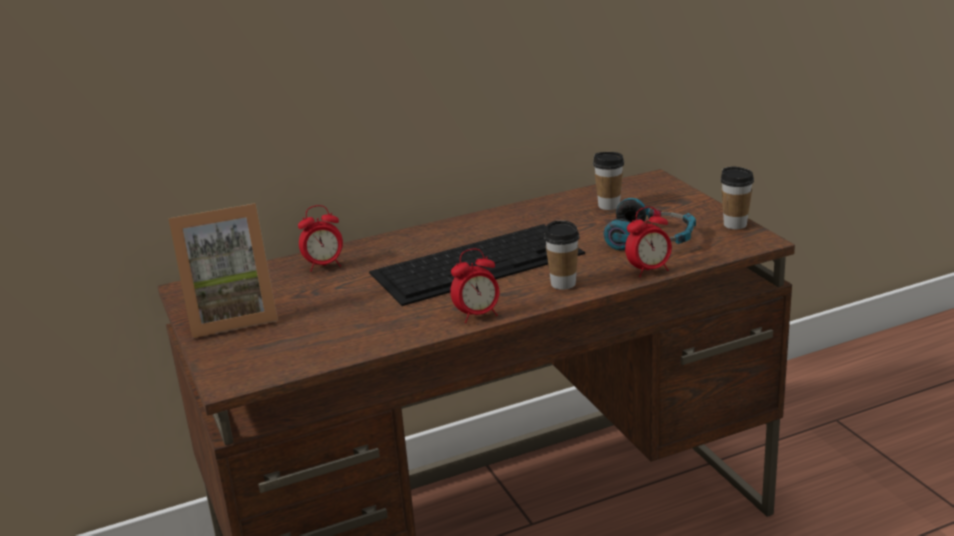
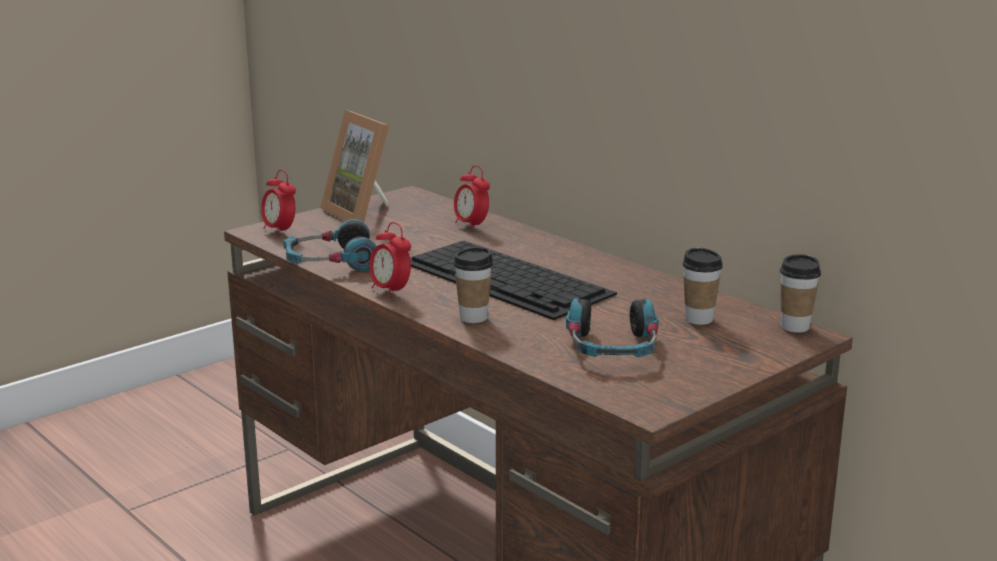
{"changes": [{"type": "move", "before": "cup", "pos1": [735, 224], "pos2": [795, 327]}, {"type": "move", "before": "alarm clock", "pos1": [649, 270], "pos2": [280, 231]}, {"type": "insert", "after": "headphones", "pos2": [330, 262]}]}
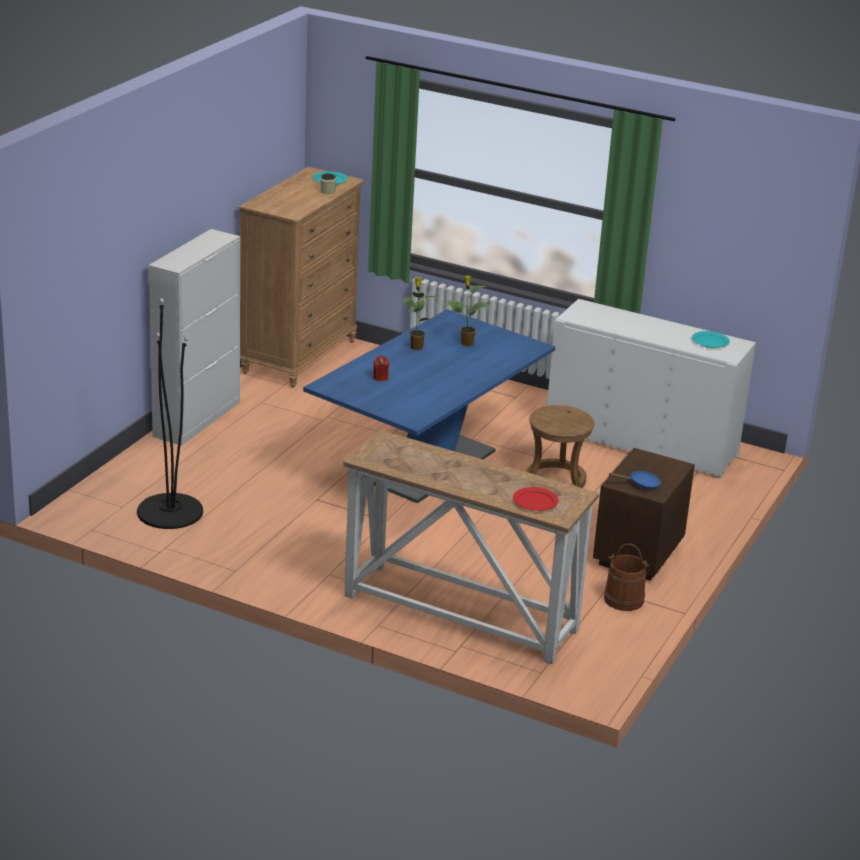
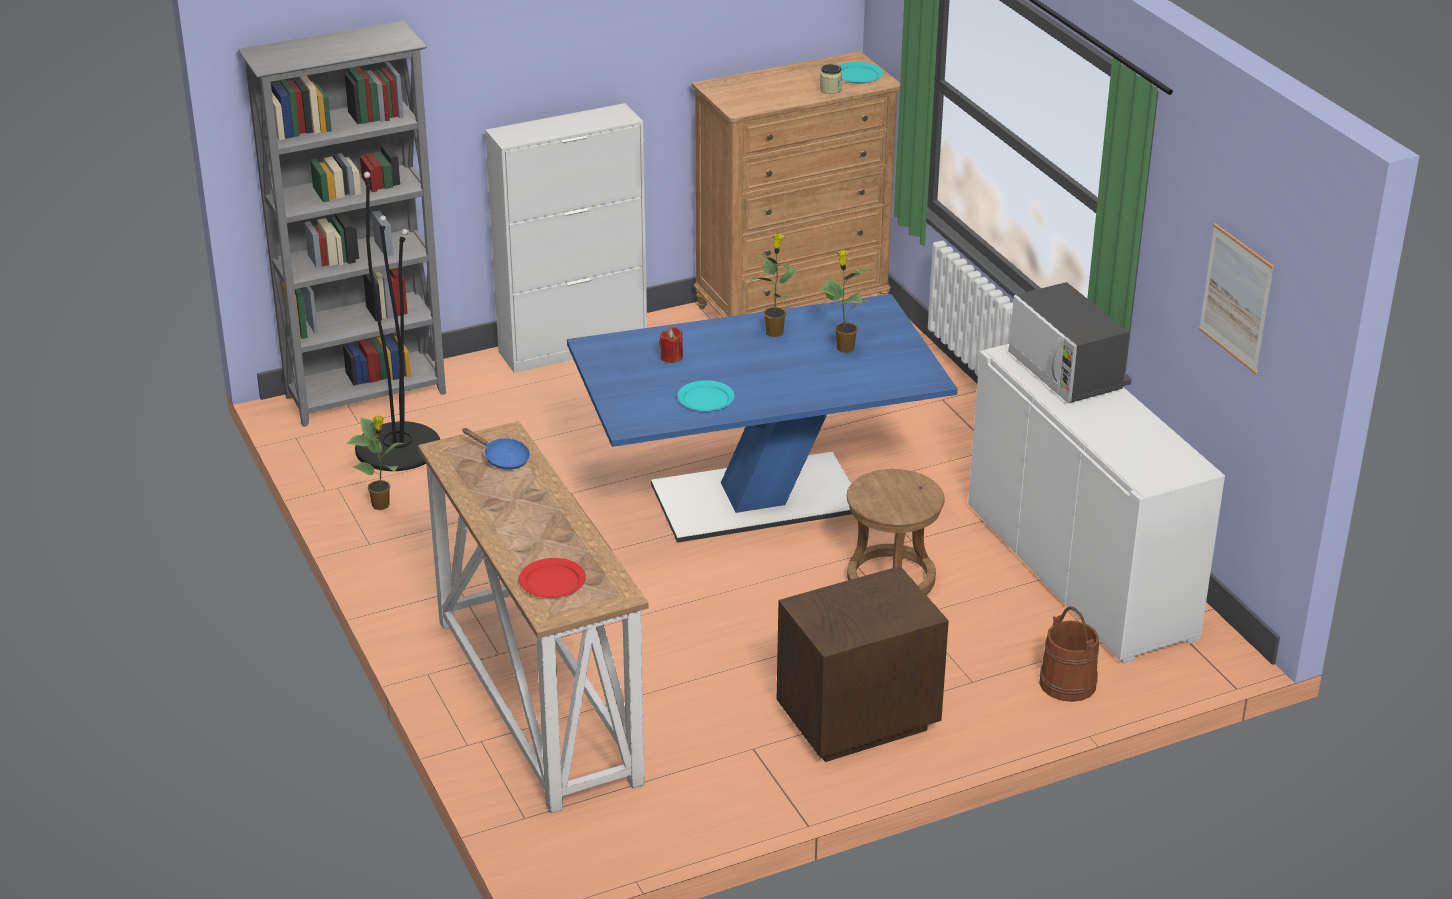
{"changes": [{"type": "move", "before": "turquoise plate", "pos1": [710, 341], "pos2": [705, 398]}, {"type": "move", "before": "blue frying pan", "pos1": [641, 484], "pos2": [502, 458]}, {"type": "move", "before": "brown bucket", "pos1": [623, 599], "pos2": [1067, 683]}, {"type": "insert", "after": "grey bookcase", "pos2": [368, 395]}, {"type": "insert", "after": "picture", "pos2": [1236, 298]}, {"type": "insert", "after": "microwave", "pos2": [1065, 372]}, {"type": "insert", "after": "potted plant", "pos2": [382, 505]}]}
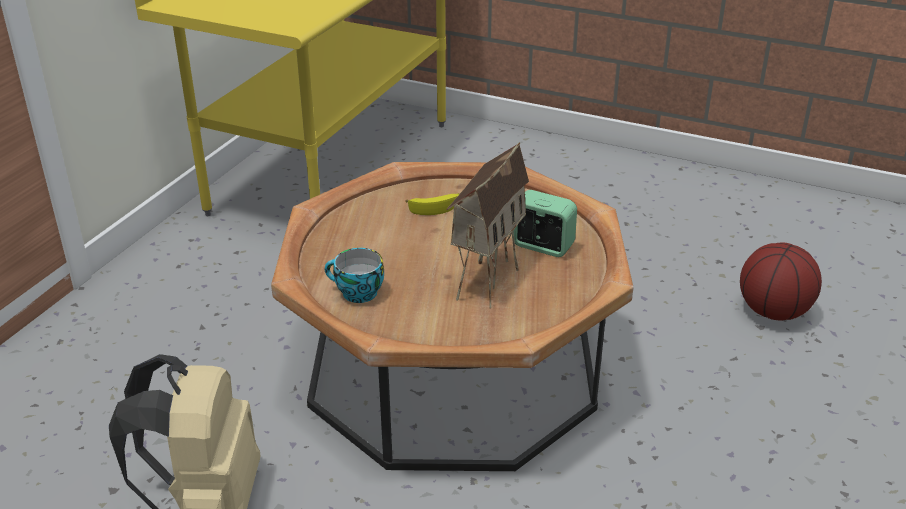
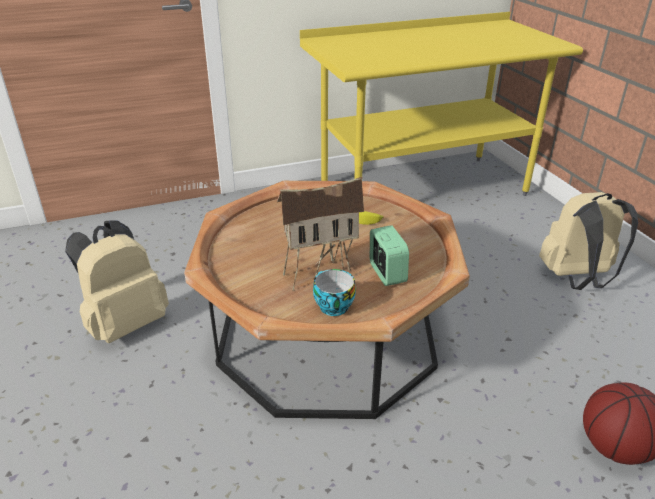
{"changes": [{"type": "move", "before": "cup", "pos1": [357, 293], "pos2": [331, 306]}, {"type": "insert", "after": "beige backpack", "pos2": [577, 279]}]}
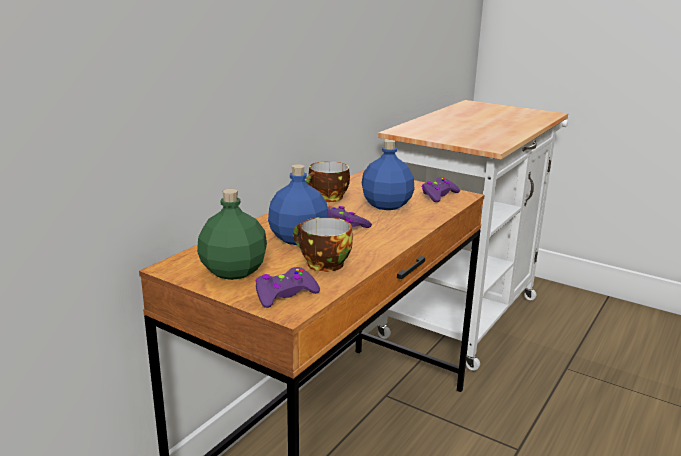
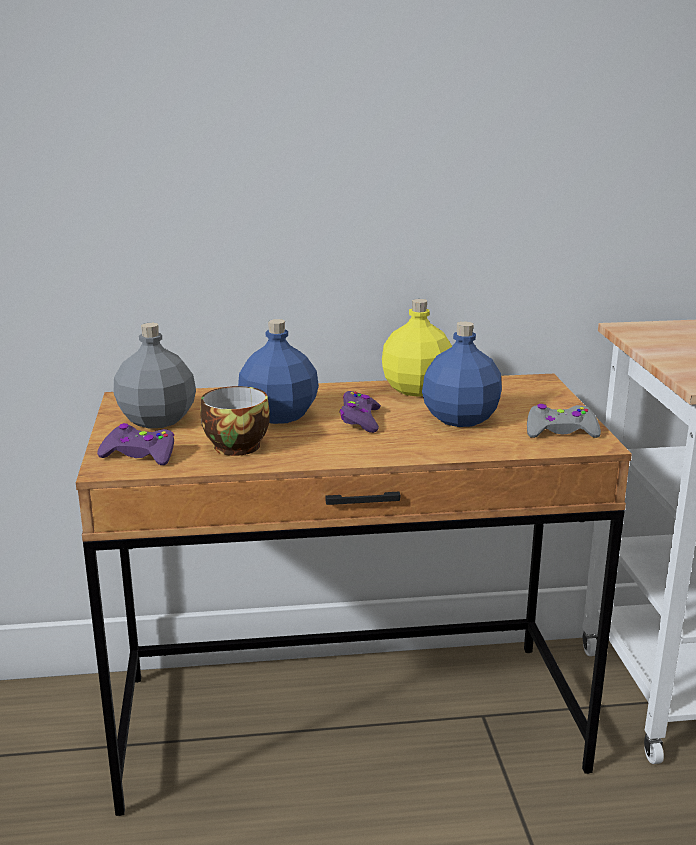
{"changes": [{"type": "replace", "before": "cup", "after": "yellow bottle", "pos1": [327, 198], "pos2": [416, 389]}, {"type": "recolor", "before": "purple game controller", "after": "grey game controller", "pos1": [439, 195], "pos2": [560, 431]}, {"type": "recolor", "before": "green bottle", "after": "grey bottle", "pos1": [234, 271], "pos2": [156, 420]}]}
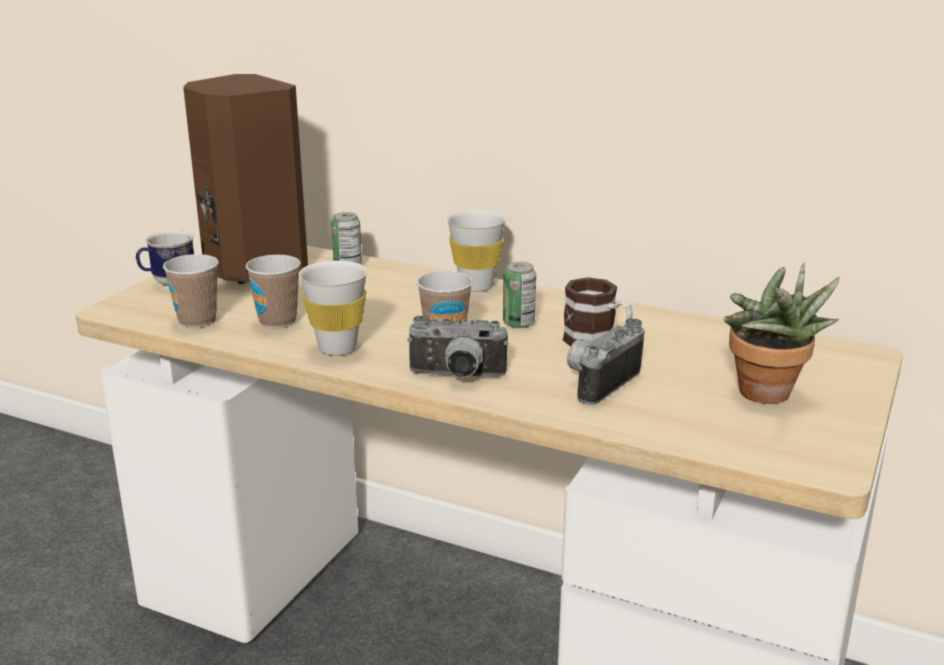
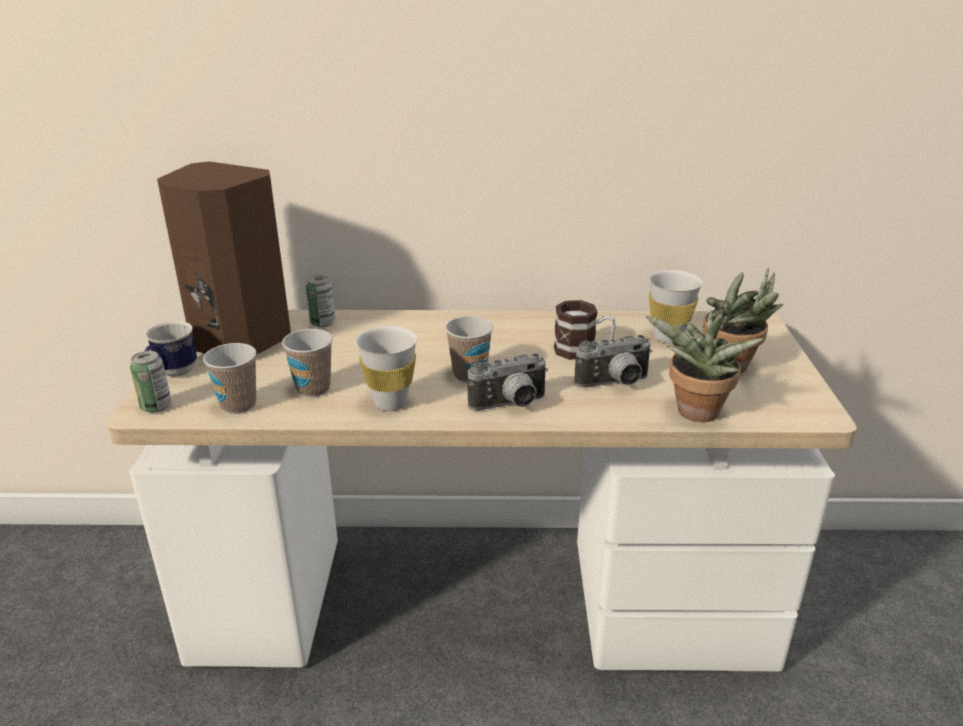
{"changes": [{"type": "move", "before": "white cup", "pos1": [476, 286], "pos2": [668, 337]}, {"type": "move", "before": "can", "pos1": [518, 323], "pos2": [156, 406]}, {"type": "rotate", "before": "photo camera", "pos1": [598, 382], "pos2": [615, 384], "turn": -120}, {"type": "insert", "after": "potted plant", "pos2": [695, 414]}]}
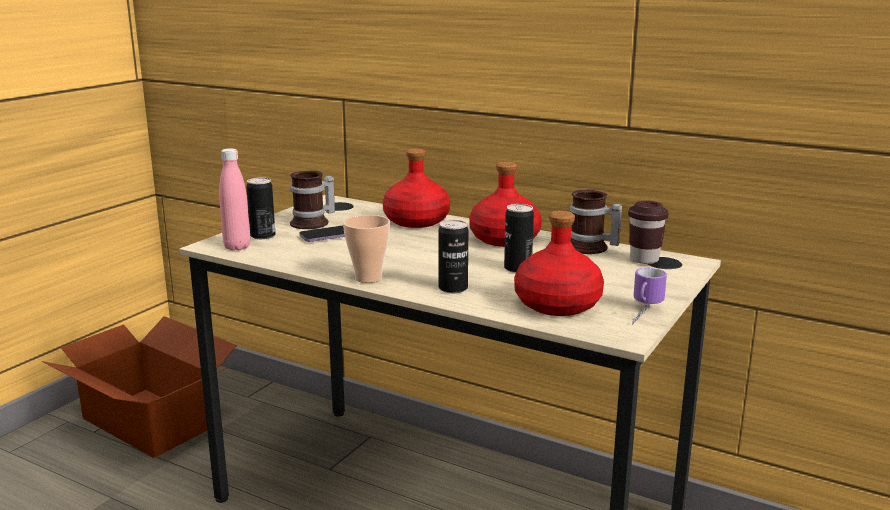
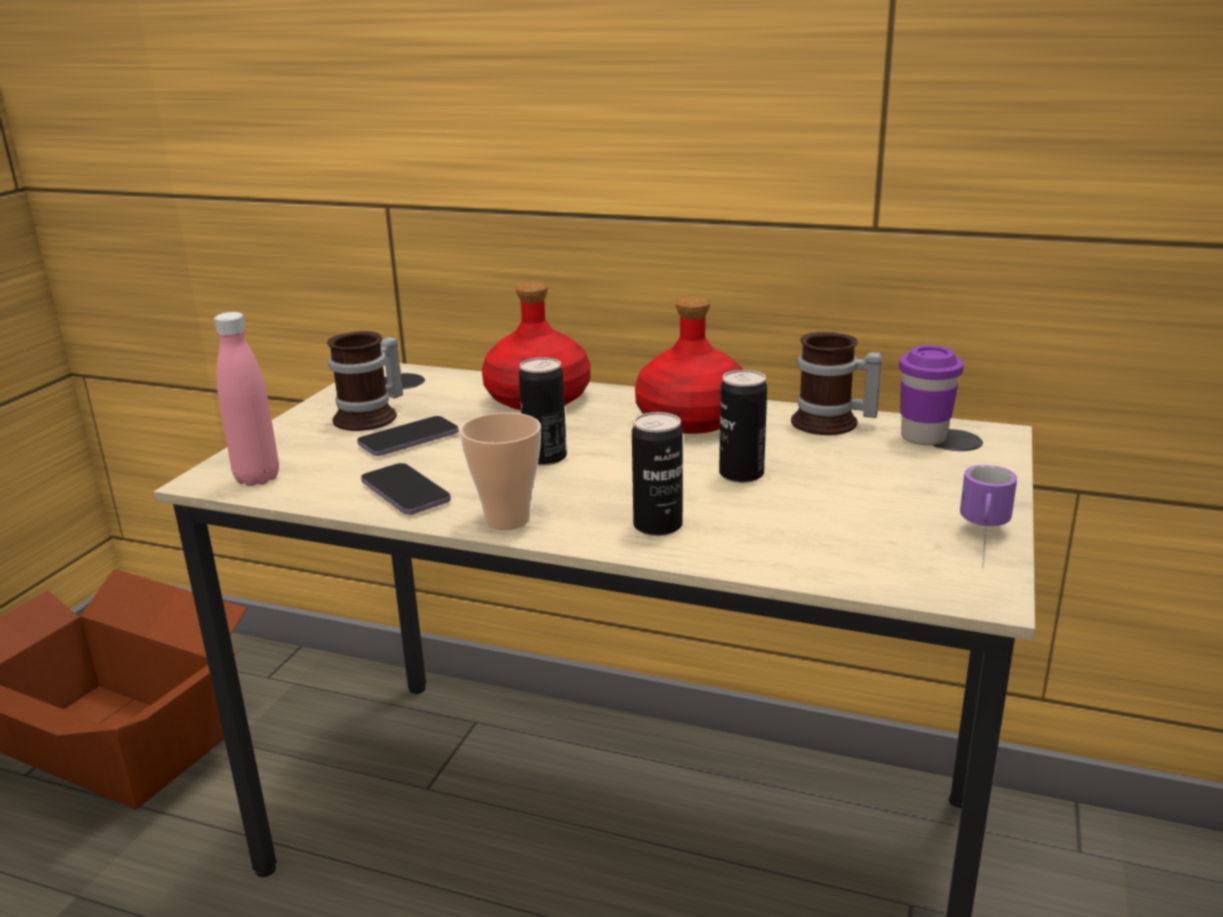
{"changes": [{"type": "move", "before": "can", "pos1": [263, 236], "pos2": [545, 457]}, {"type": "recolor", "before": "brown cup", "after": "purple cup", "pos1": [644, 259], "pos2": [923, 437]}, {"type": "delete", "before": "red bottle", "pos1": [558, 304]}, {"type": "insert", "after": "phone", "pos2": [405, 492]}]}
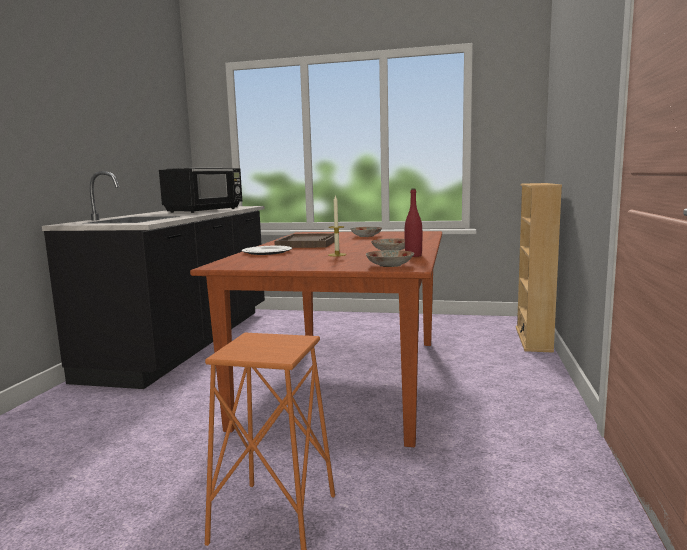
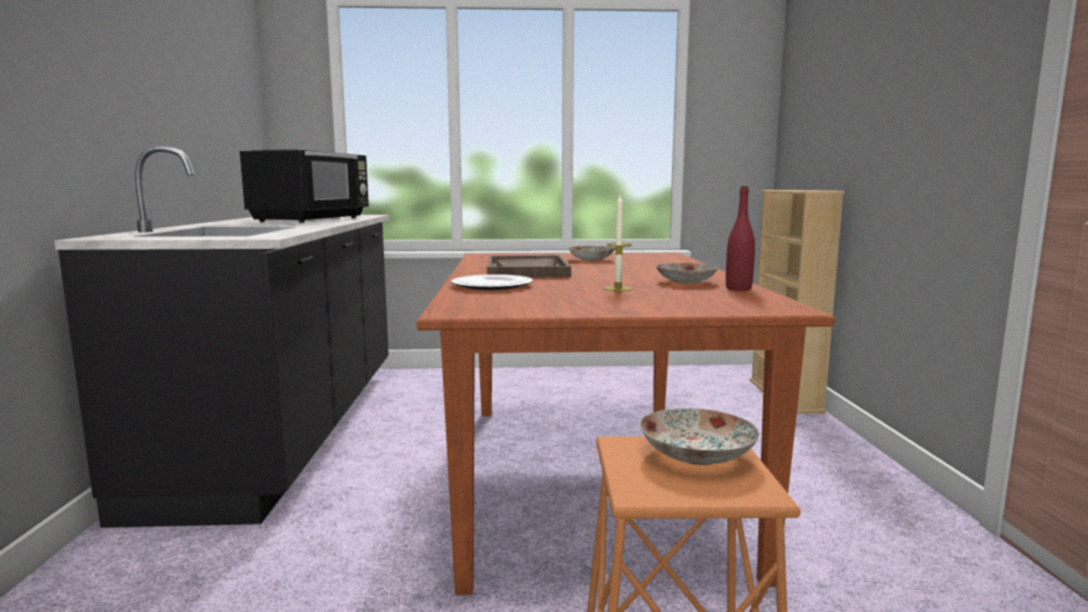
{"changes": [{"type": "move", "before": "plate", "pos1": [389, 265], "pos2": [696, 455]}]}
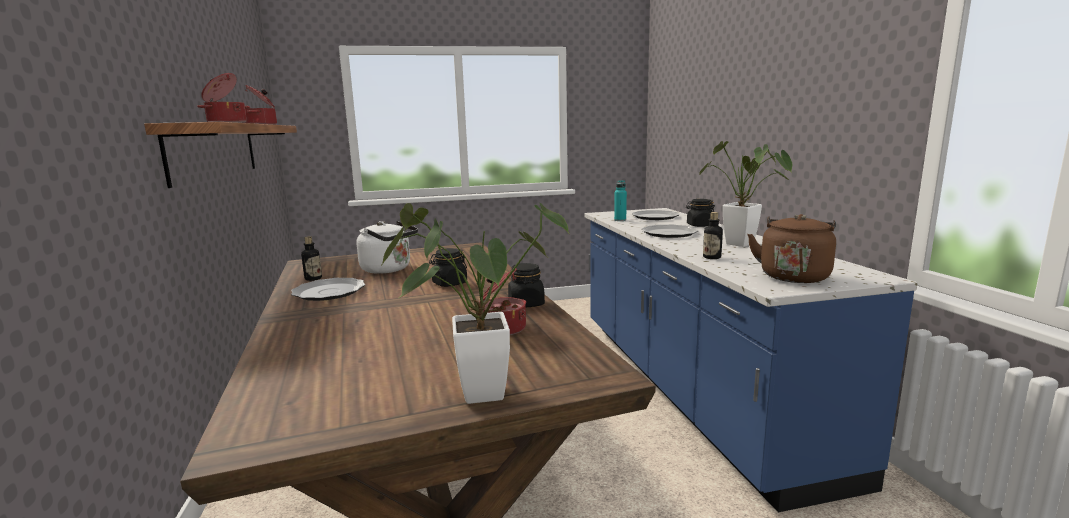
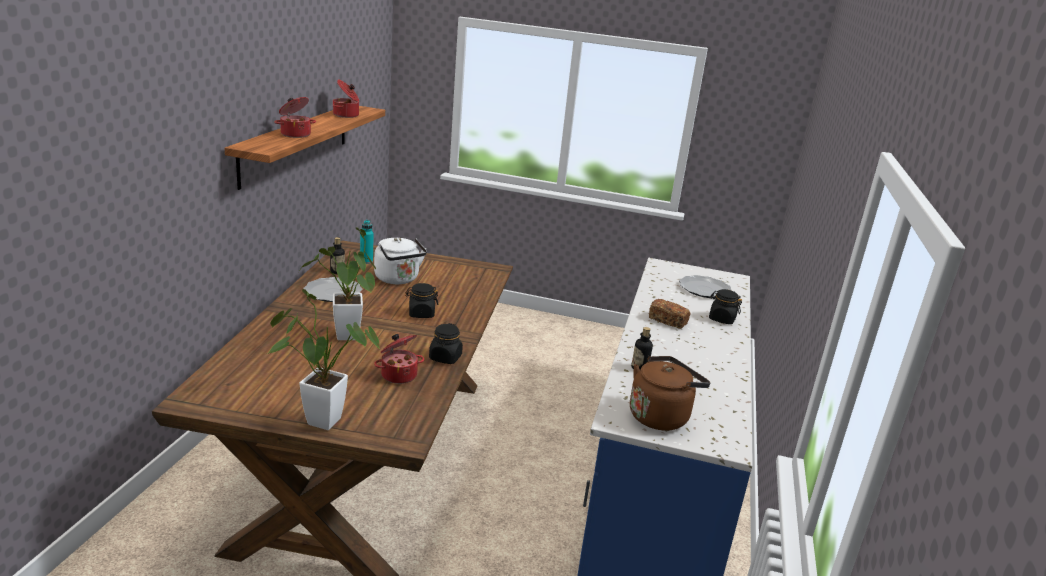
{"changes": [{"type": "move", "before": "potted plant", "pos1": [745, 245], "pos2": [347, 339]}, {"type": "move", "before": "turquoise bottle", "pos1": [620, 220], "pos2": [366, 261]}, {"type": "replace", "before": "plate", "after": "bread", "pos1": [669, 233], "pos2": [668, 321]}]}
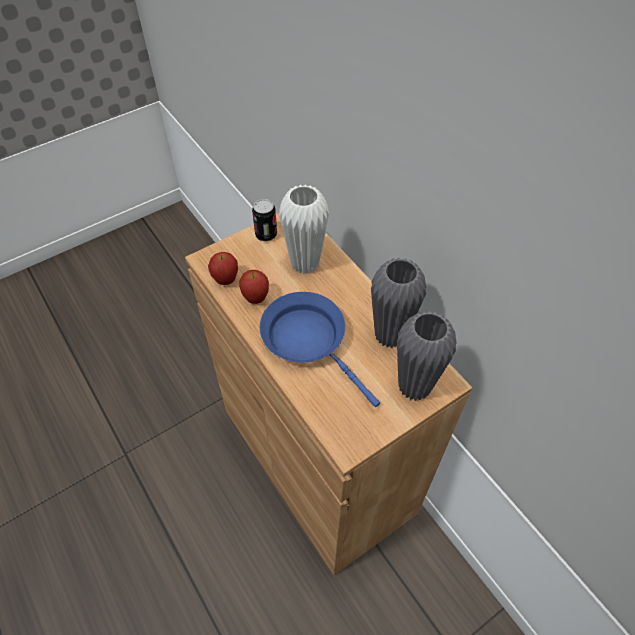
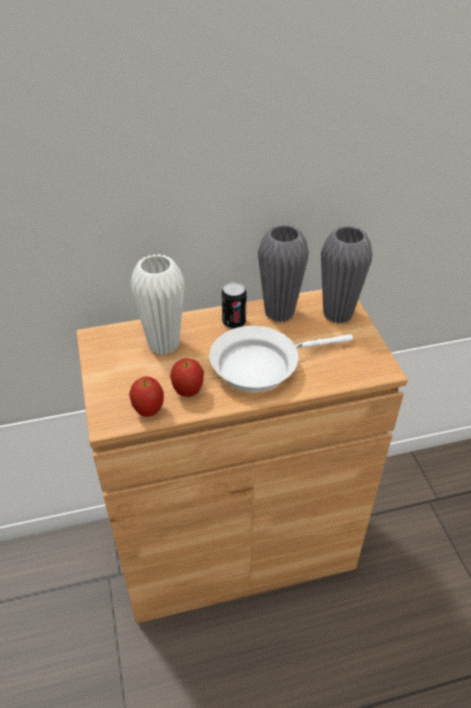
{"changes": [{"type": "move", "before": "can", "pos1": [266, 234], "pos2": [234, 322]}, {"type": "recolor", "before": "blue frying pan", "after": "white frying pan", "pos1": [309, 341], "pos2": [261, 365]}]}
